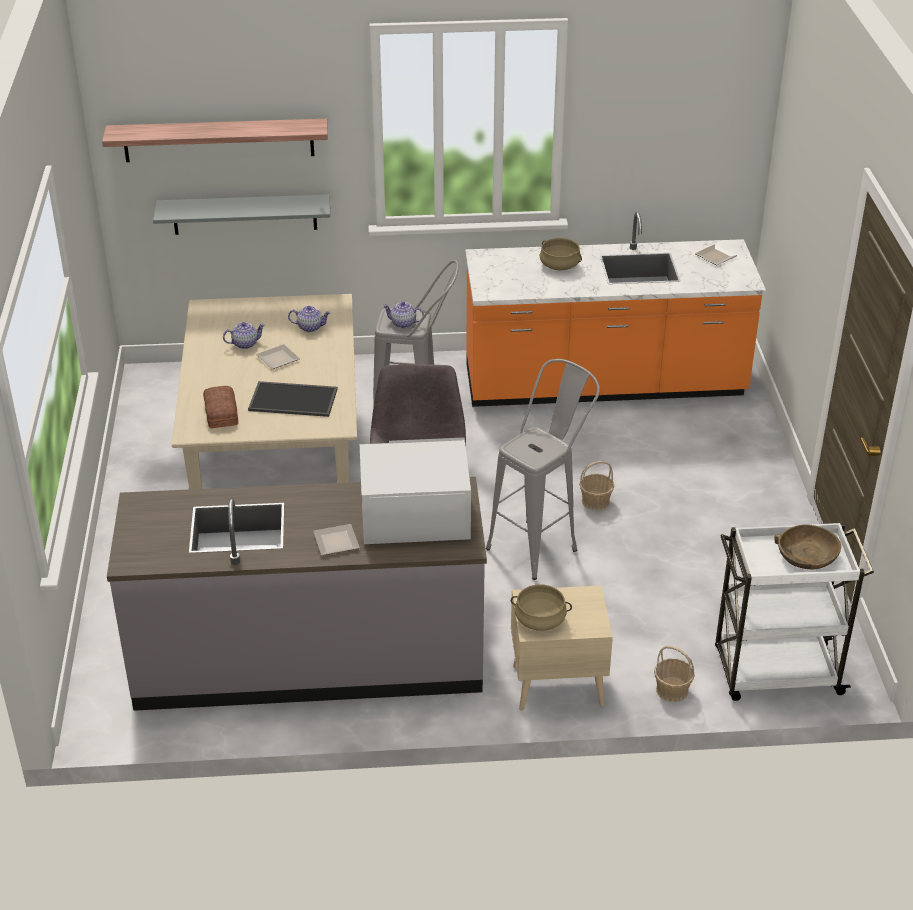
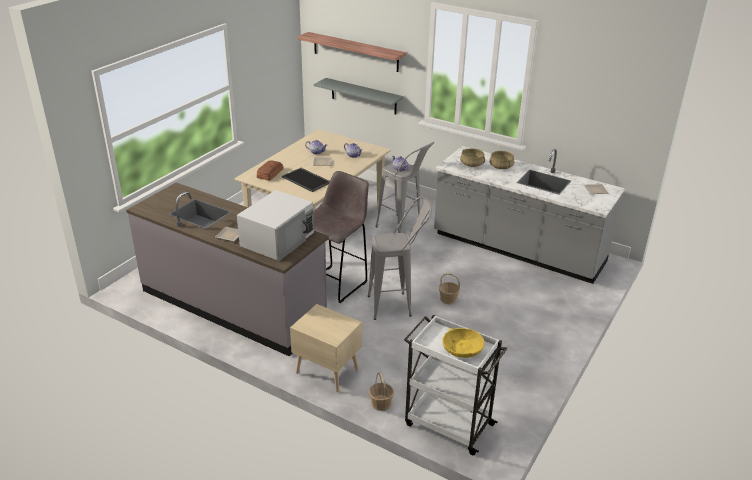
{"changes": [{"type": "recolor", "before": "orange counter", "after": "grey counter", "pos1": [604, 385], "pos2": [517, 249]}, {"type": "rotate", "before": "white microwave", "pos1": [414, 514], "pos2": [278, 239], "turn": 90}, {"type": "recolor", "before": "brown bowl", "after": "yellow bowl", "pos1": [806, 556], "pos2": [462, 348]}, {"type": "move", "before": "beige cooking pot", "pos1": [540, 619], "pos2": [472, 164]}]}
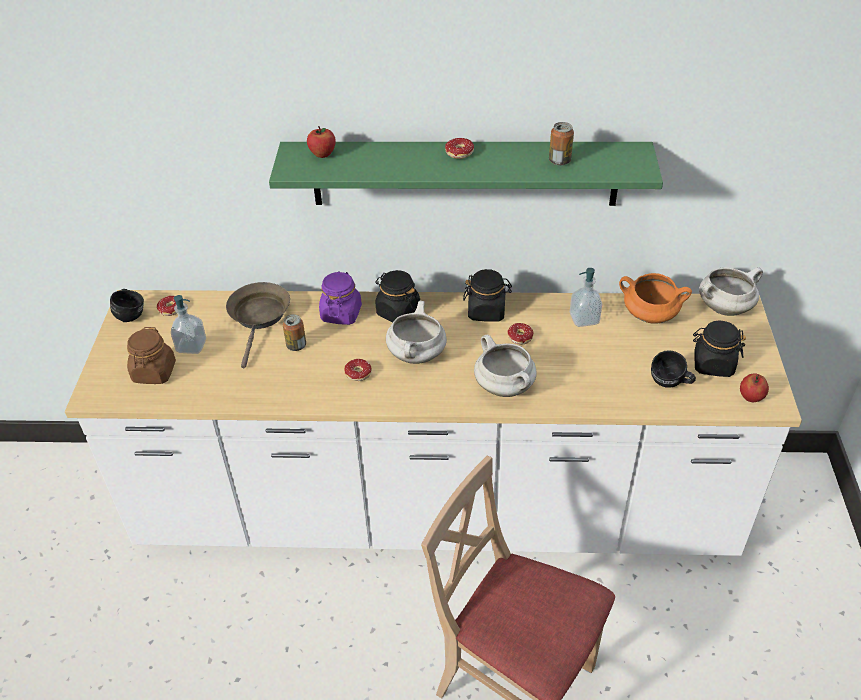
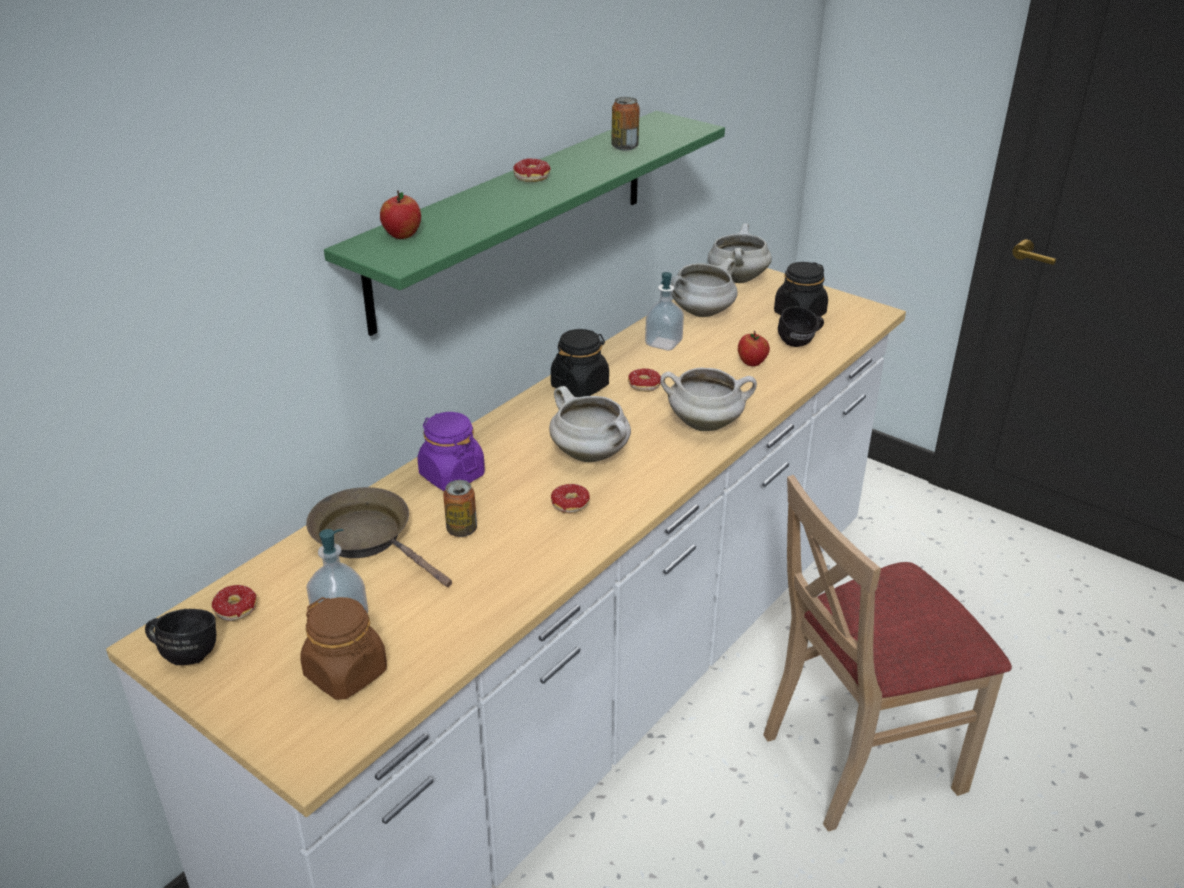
{"changes": [{"type": "delete", "before": "black jar", "pos1": [398, 312]}, {"type": "recolor", "before": "orange cooking pot", "after": "white cooking pot", "pos1": [648, 316], "pos2": [702, 313]}, {"type": "move", "before": "apple", "pos1": [751, 397], "pos2": [752, 363]}]}
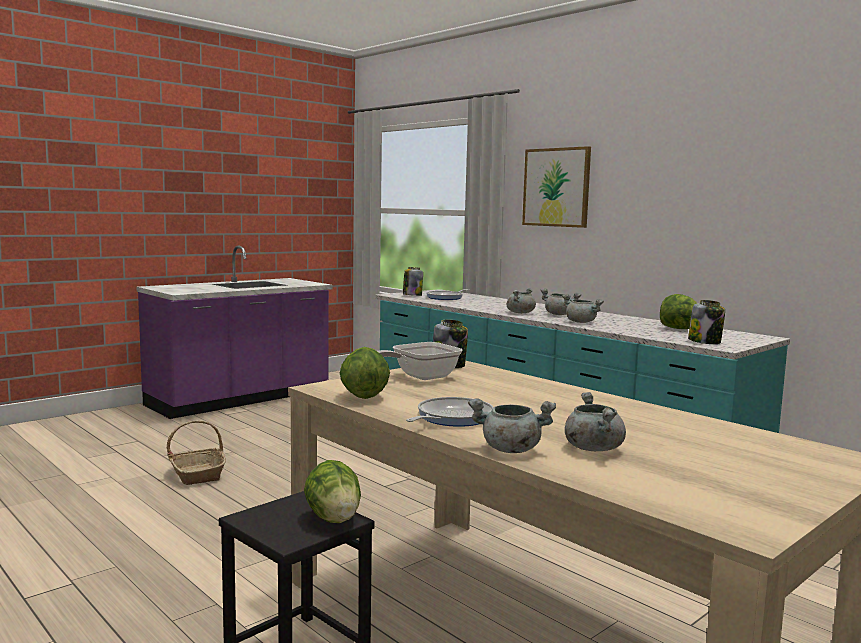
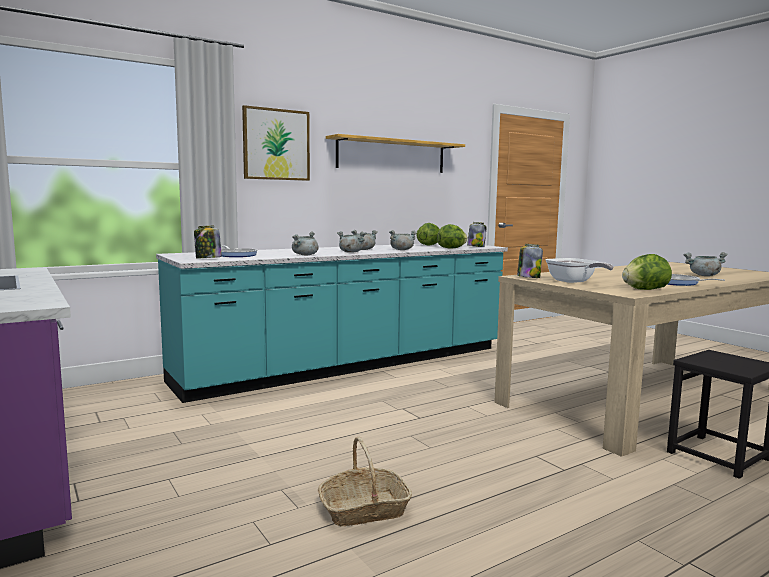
{"changes": [{"type": "move", "before": "grey cooking pot", "pos1": [509, 449], "pos2": [305, 255]}, {"type": "move", "before": "lettuce", "pos1": [334, 519], "pos2": [451, 248]}, {"type": "insert", "after": "shelf", "pos2": [392, 155]}]}
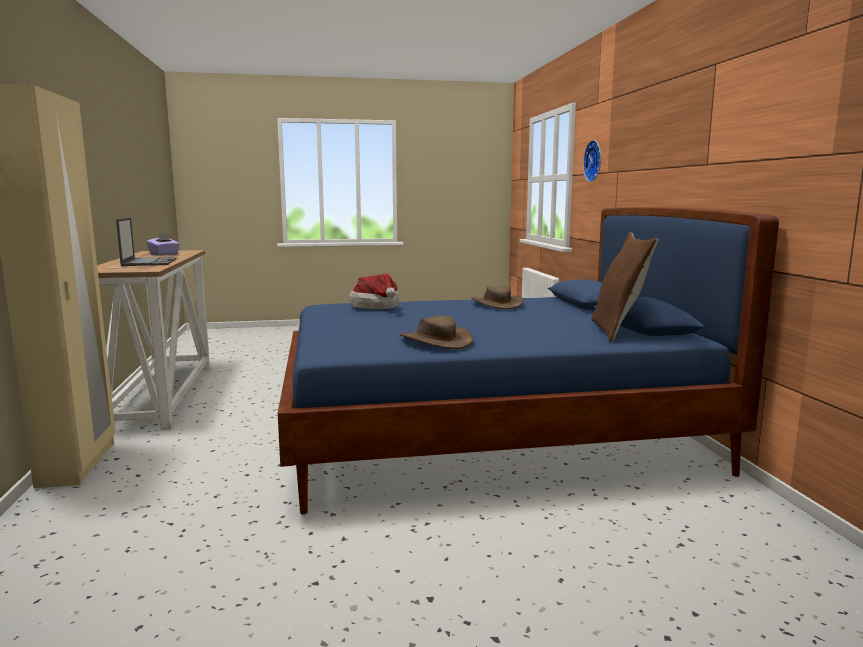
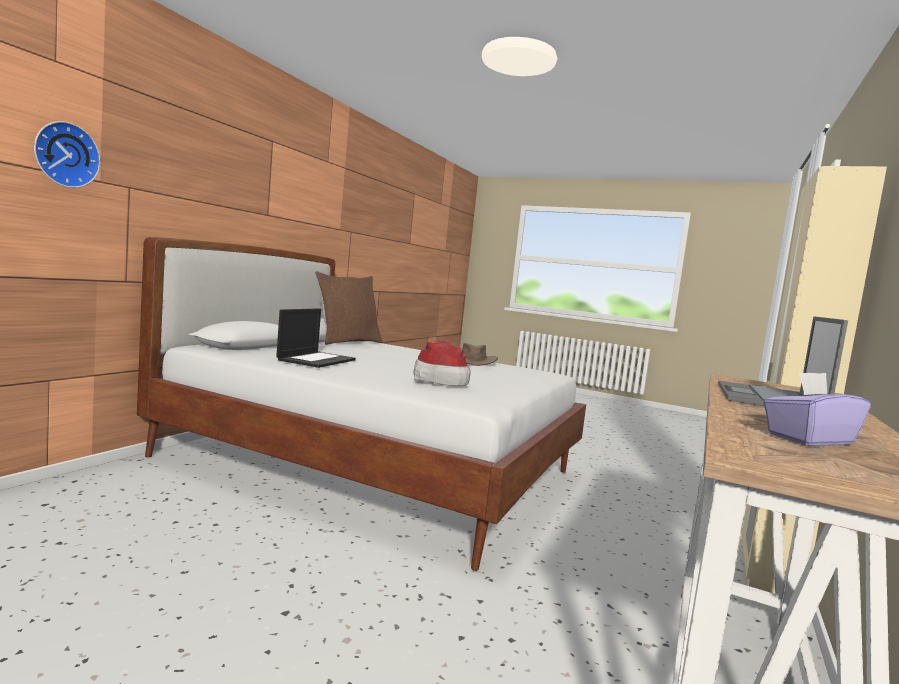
{"changes": [{"type": "recolor", "before": "blue bed", "after": "white bed", "pos1": [487, 434], "pos2": [372, 466]}, {"type": "replace", "before": "brown hat", "after": "laptop", "pos1": [496, 304], "pos2": [316, 360]}]}
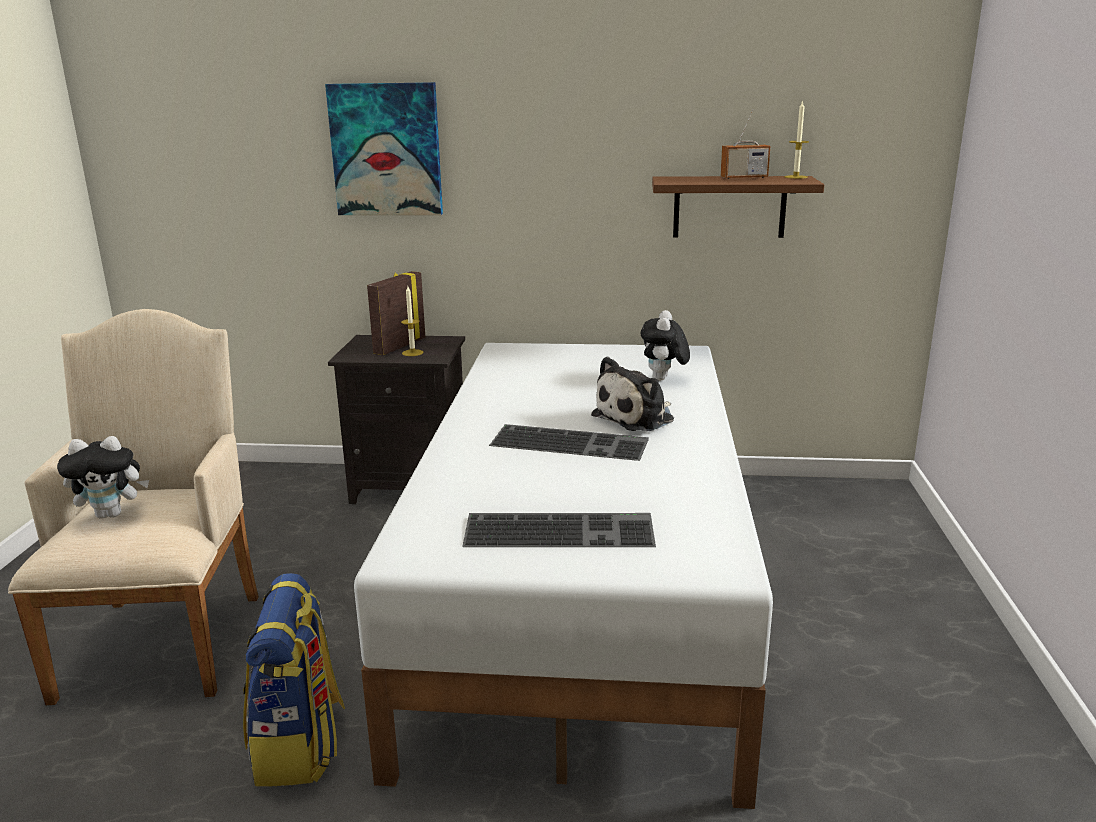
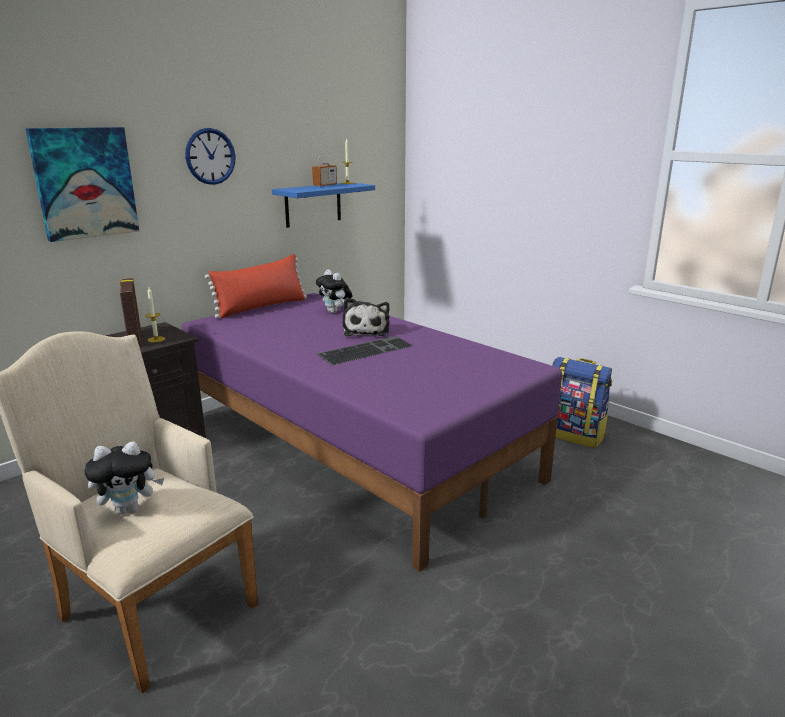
{"changes": [{"type": "recolor", "before": "brown shelf", "after": "blue shelf", "pos1": [729, 207], "pos2": [313, 204]}, {"type": "recolor", "before": "white bed", "after": "purple bed", "pos1": [585, 588], "pos2": [355, 446]}, {"type": "rotate", "before": "plush toy", "pos1": [112, 514], "pos2": [130, 509], "turn": 45}, {"type": "delete", "before": "keyboard", "pos1": [561, 529]}, {"type": "move", "before": "backpack", "pos1": [300, 745], "pos2": [575, 435]}, {"type": "insert", "after": "wall clock", "pos2": [210, 156]}, {"type": "insert", "after": "red pillow", "pos2": [261, 307]}]}
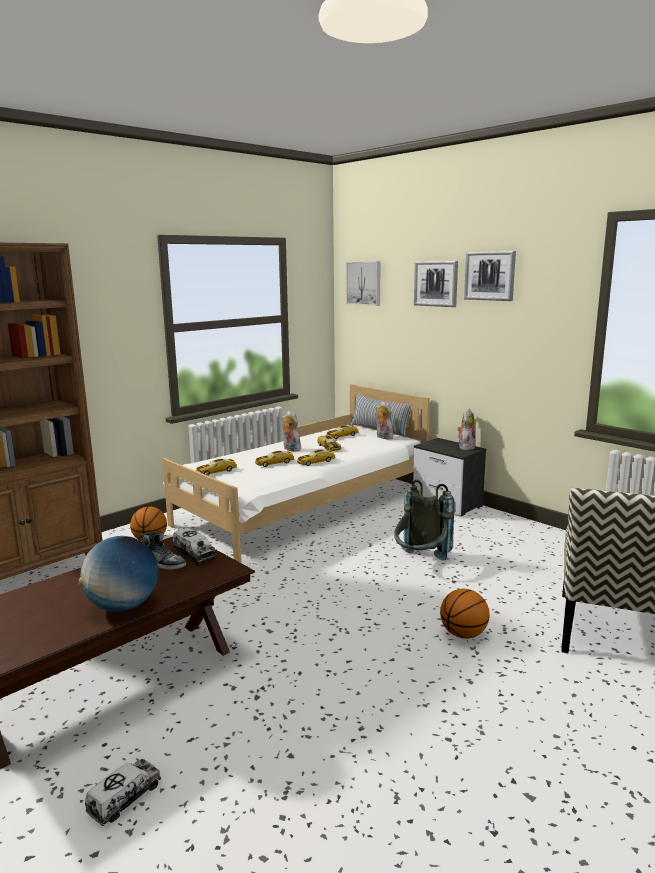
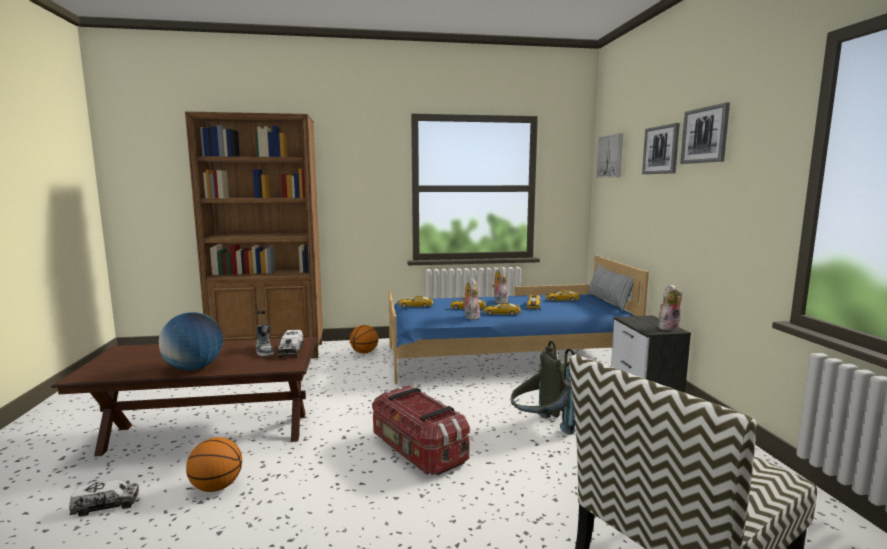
{"changes": [{"type": "recolor", "before": "white bed", "after": "blue bed", "pos1": [305, 506], "pos2": [506, 357]}, {"type": "move", "before": "plush toy", "pos1": [383, 437], "pos2": [470, 317]}, {"type": "move", "before": "basketball", "pos1": [463, 634], "pos2": [217, 487]}, {"type": "insert", "after": "storage box", "pos2": [417, 450]}]}
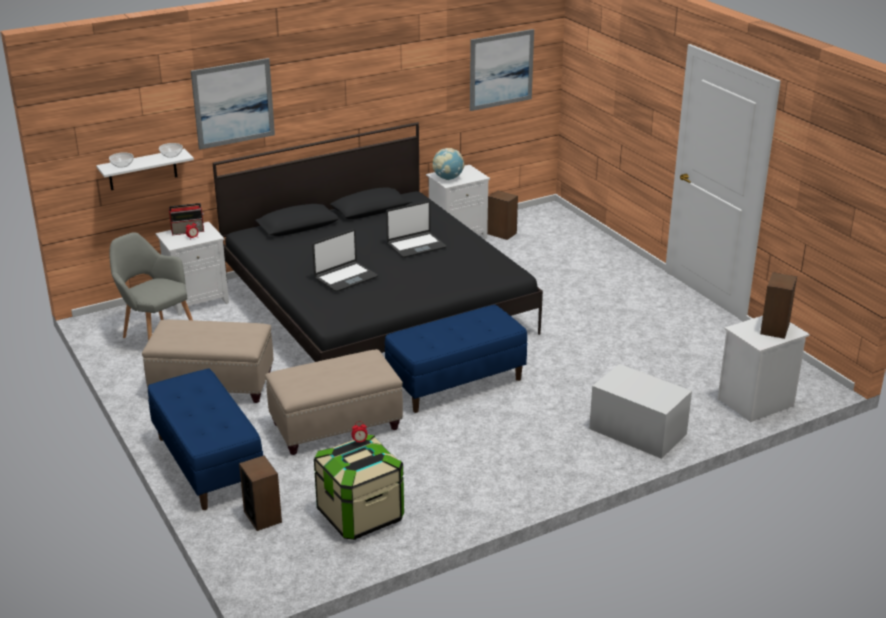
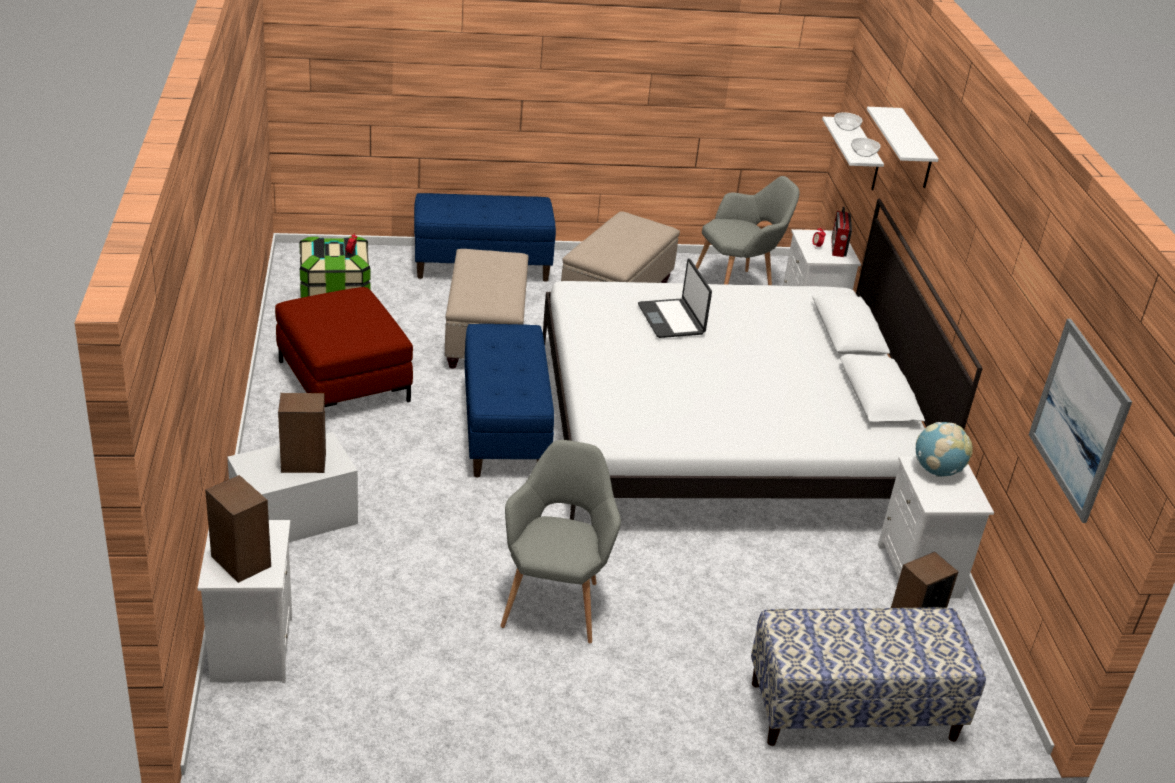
{"changes": [{"type": "replace", "before": "picture", "after": "white shelf", "pos1": [233, 103], "pos2": [915, 150]}, {"type": "recolor", "before": "black bed", "after": "white bed", "pos1": [377, 307], "pos2": [723, 432]}, {"type": "delete", "before": "laptop", "pos1": [416, 245]}, {"type": "move", "before": "speaker", "pos1": [263, 516], "pos2": [303, 463]}, {"type": "insert", "after": "red ottoman", "pos2": [345, 381]}, {"type": "insert", "after": "grey armchair", "pos2": [555, 600]}, {"type": "insert", "after": "bench", "pos2": [852, 711]}]}
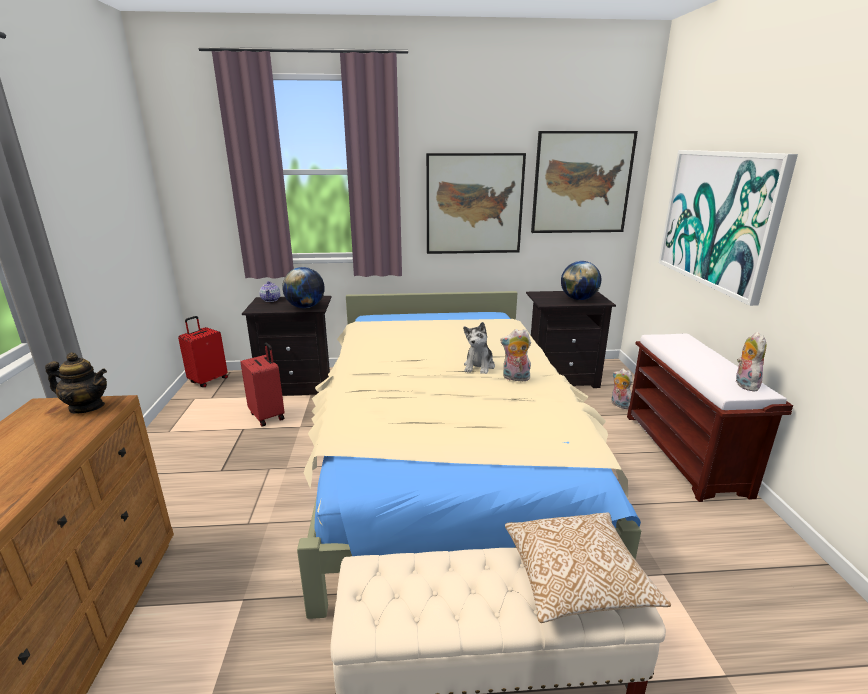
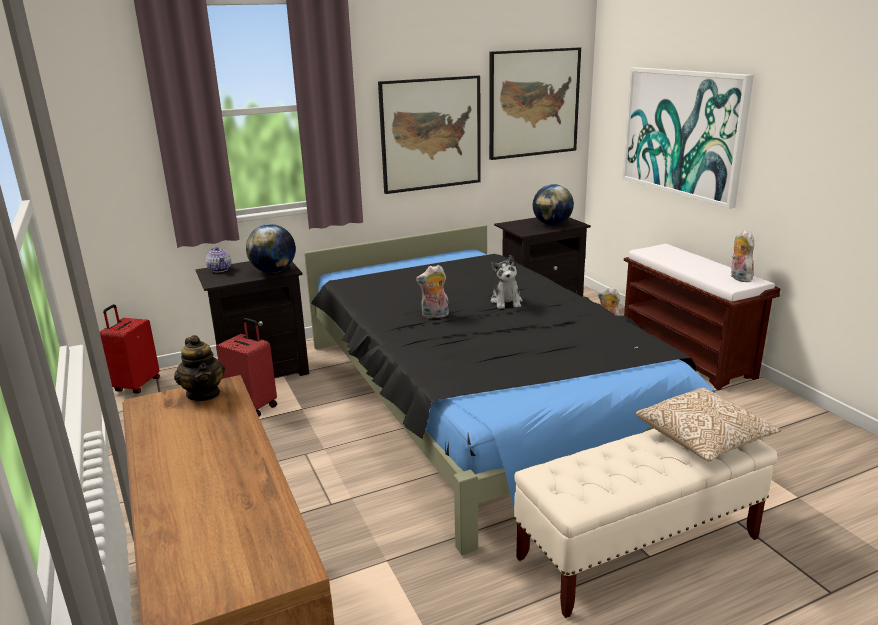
{"changes": [{"type": "recolor", "before": "beige bed", "after": "black bed", "pos1": [445, 453], "pos2": [478, 400]}, {"type": "move", "before": "plush toy", "pos1": [515, 378], "pos2": [434, 316]}, {"type": "rotate", "before": "teapot", "pos1": [87, 407], "pos2": [204, 394], "turn": 75}]}
